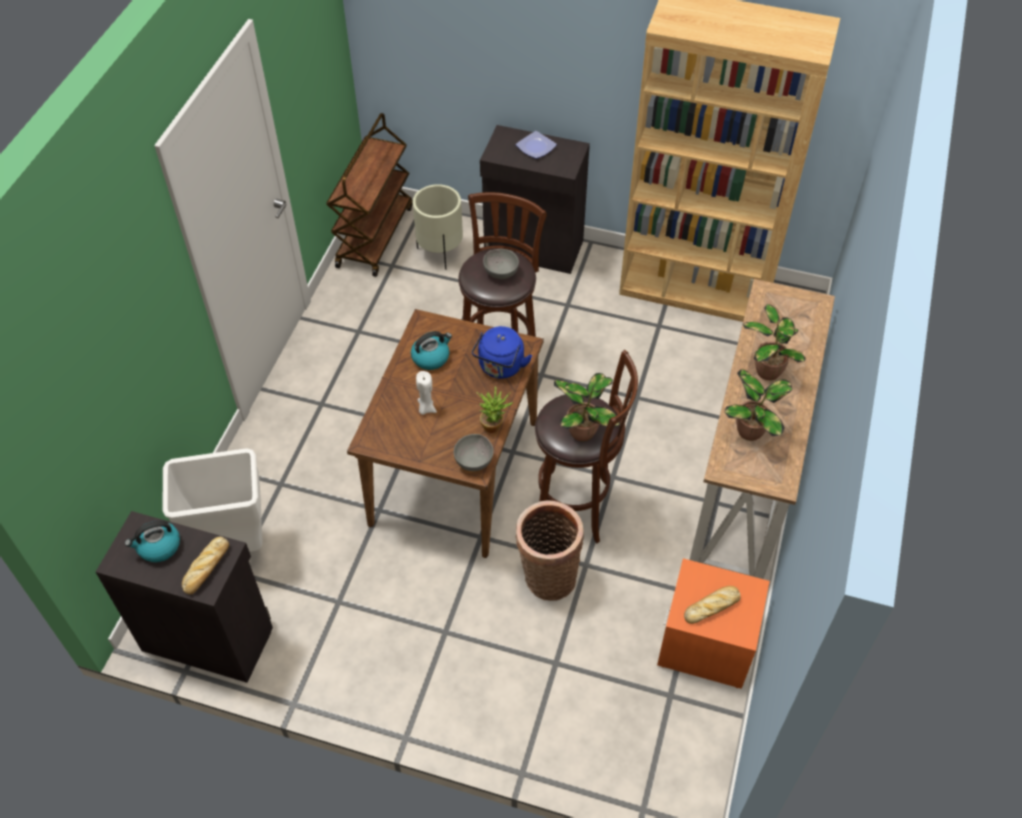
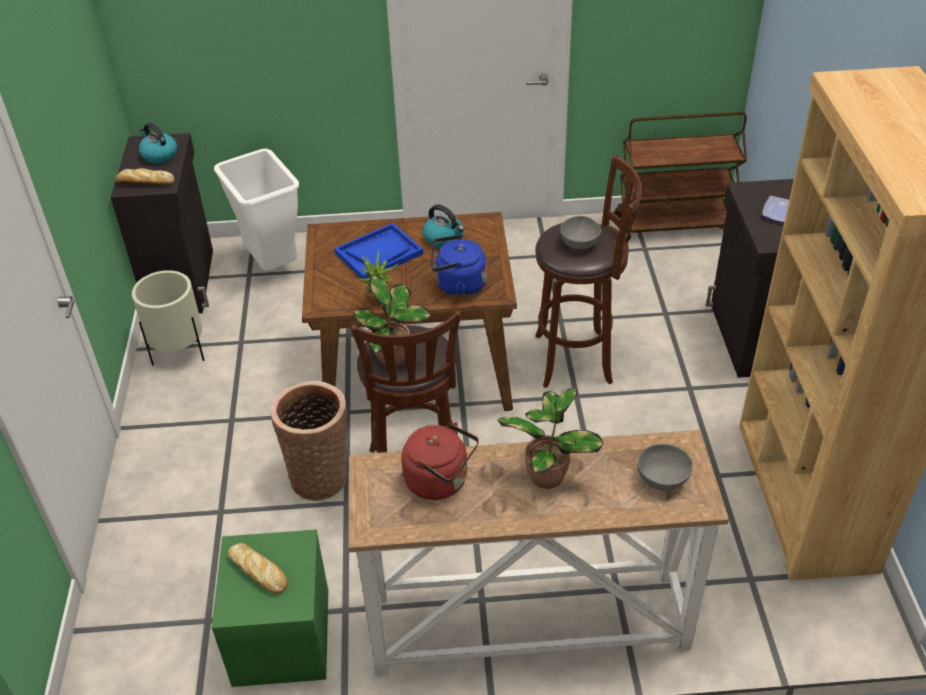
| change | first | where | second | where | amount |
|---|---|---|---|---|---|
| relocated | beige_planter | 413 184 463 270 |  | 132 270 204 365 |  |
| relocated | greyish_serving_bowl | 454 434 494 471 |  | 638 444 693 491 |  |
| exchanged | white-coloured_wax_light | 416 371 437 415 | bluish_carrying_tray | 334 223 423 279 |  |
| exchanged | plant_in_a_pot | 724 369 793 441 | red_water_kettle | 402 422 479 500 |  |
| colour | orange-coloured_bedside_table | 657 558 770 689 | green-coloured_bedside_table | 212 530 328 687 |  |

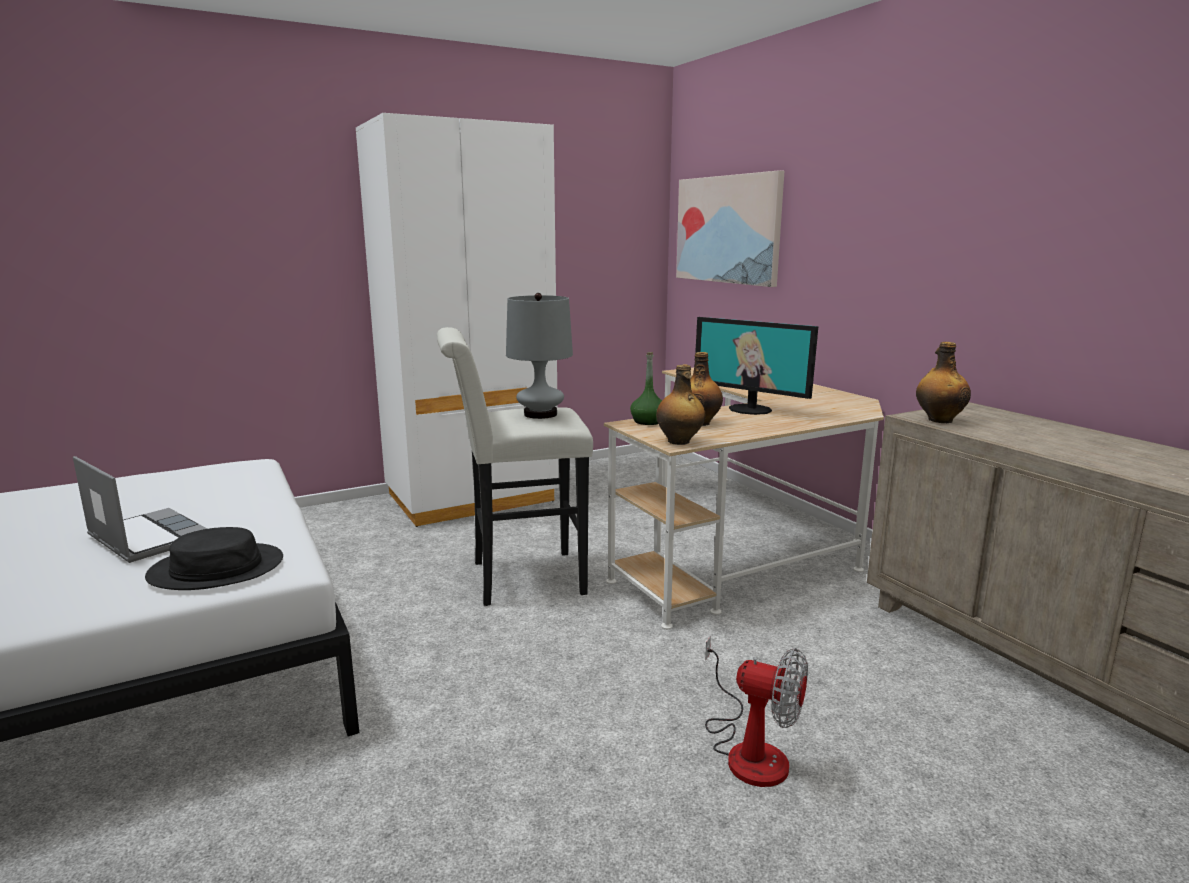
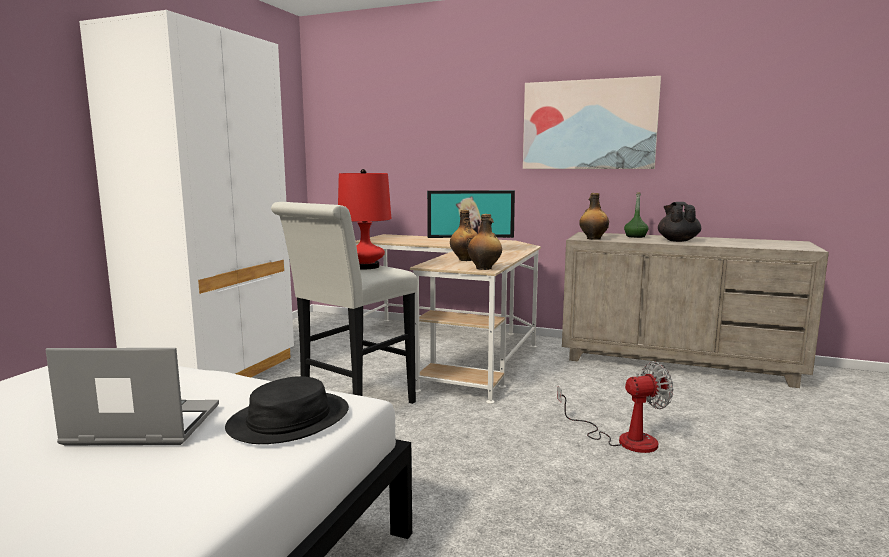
| change | first | where | second | where | amount |
|---|---|---|---|---|---|
| appeared |  |  | black-coloured_tea_pot | 658 202 701 242 |  |
| relocated | green-coloured_bottle | 630 352 662 425 |  | 624 192 649 238 |  |
| relocated | wall_picture | 676 170 784 287 |  | 523 76 661 169 |  |
| colour | greyish_lamp_for_a_table | 506 293 573 419 | red_lamp_for_a_table | 338 169 391 269 |  |

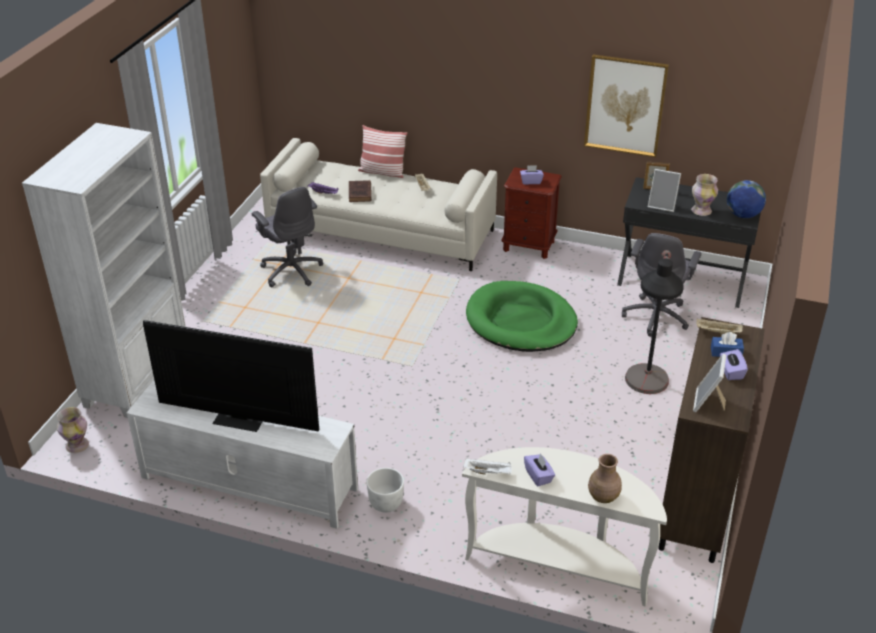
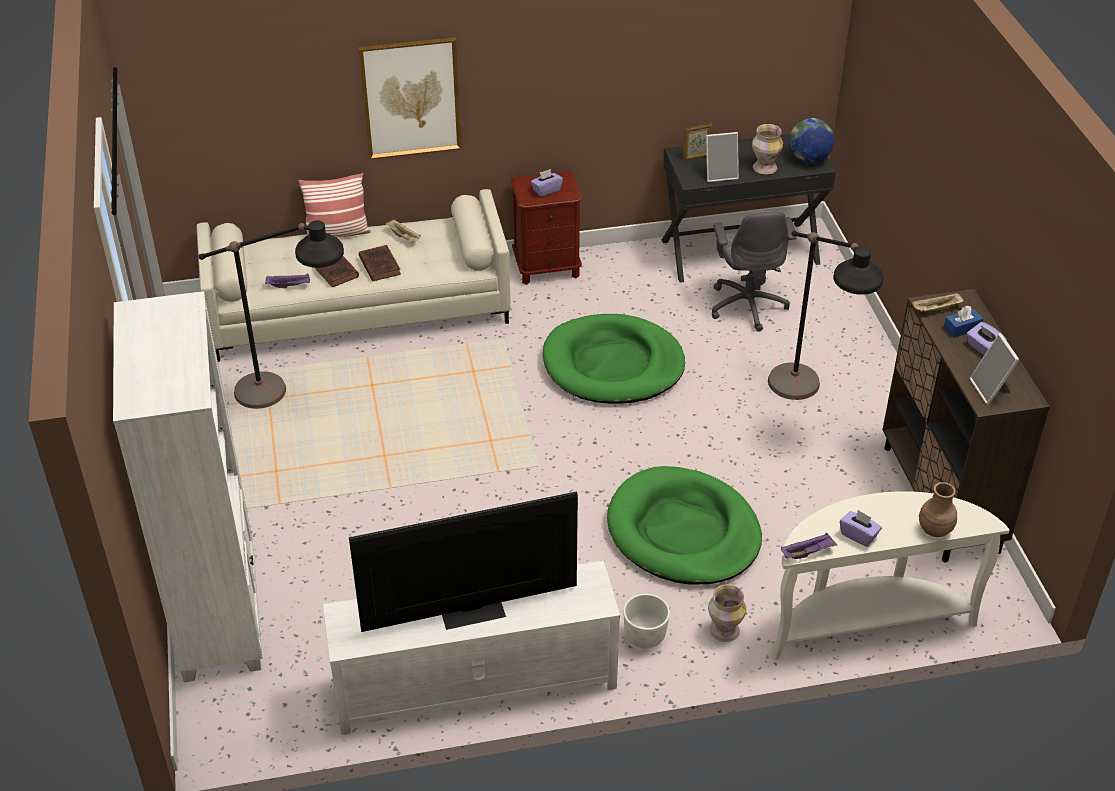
| change | first | where | second | where | amount |
|---|---|---|---|---|---|
| appeared |  |  | brown-coloured_book | 359 245 401 281 |  |
| appeared |  |  | green-coloured_dog_cushion | 607 466 762 585 |  |
| relocated | vase | 57 407 89 453 |  | 708 584 746 642 |  |
| relocated | wall_picture | 584 54 669 157 |  | 359 37 461 160 |  |
| exchanged | greyish_office_chair | 252 187 323 287 | black-coloured_floor_lamp | 199 220 344 409 |  |
| colour | white-coloured_carrying_tray | 463 458 512 475 | purple-coloured_carrying_tray | 781 533 837 559 |  |

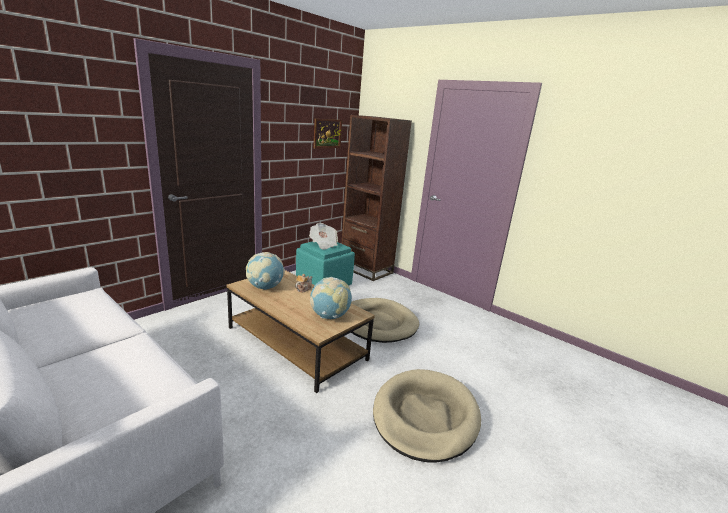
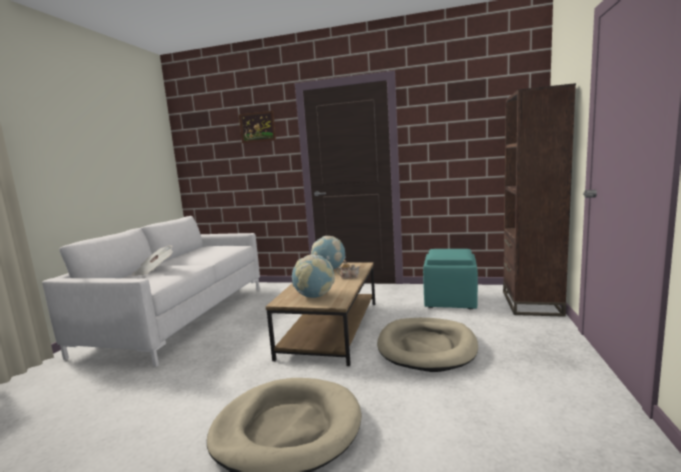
| change | first | where | second | where | amount |
|---|---|---|---|---|---|
| relocated | printed_paper | 309 223 338 250 |  | 132 245 173 276 |  |
| relocated | wall_picture | 313 119 342 148 |  | 239 111 276 143 |  |

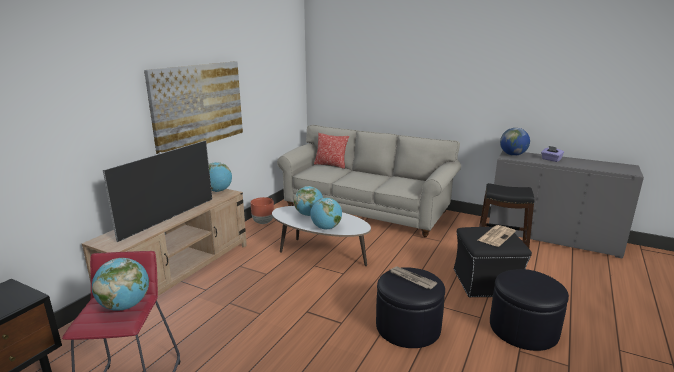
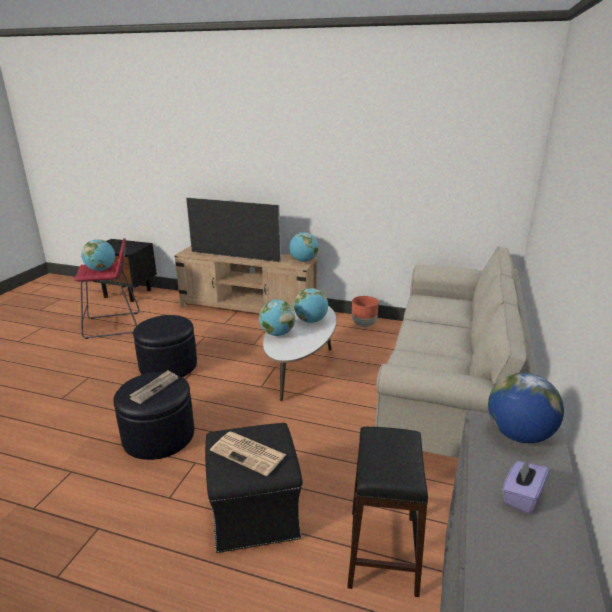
| change | first | where | second | where | amount |
|---|---|---|---|---|---|
| missing | wall_picture | 144 61 243 154 |  |  |  |
| missing | throw_pillow | 314 133 349 169 |  |  |  |
| relocated | black-coloured_footrest | 490 269 569 351 |  | 133 315 197 377 |  |

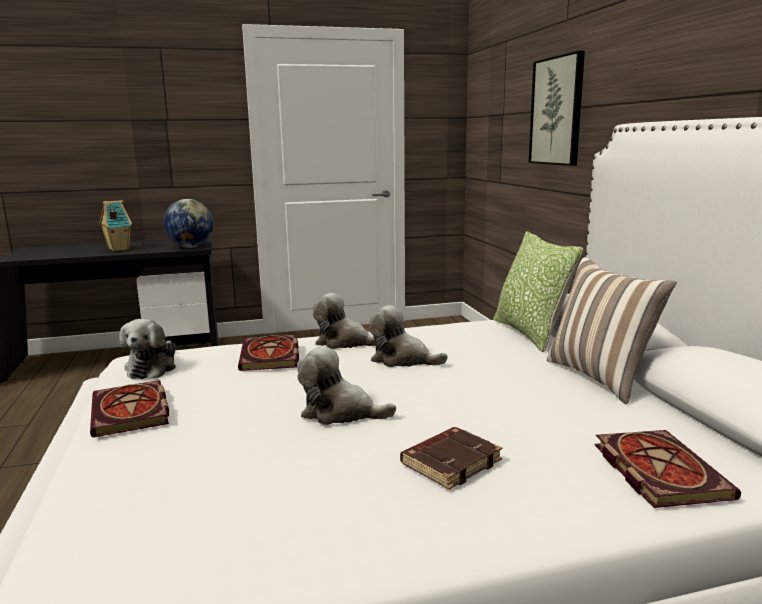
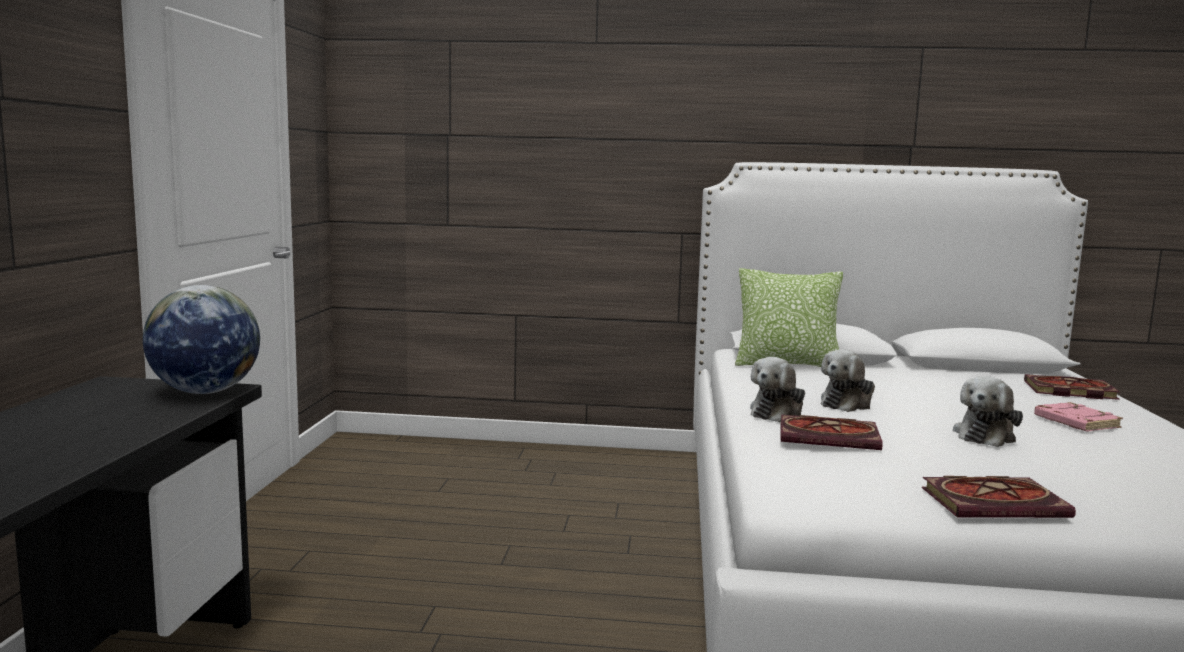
| change | first | where | second | where | amount |
|---|---|---|---|---|---|
| missing | miniature_house | 99 200 132 251 |  |  |  |
| missing | cuddly_toy | 120 319 176 379 |  |  |  |
| missing | wall_picture | 529 51 585 166 |  |  |  |
| missing | throw_pillow | 547 257 677 404 |  |  |  |
| colour | brown-coloured_book | 400 427 502 490 | pink-coloured_book | 1034 402 1123 431 |  |

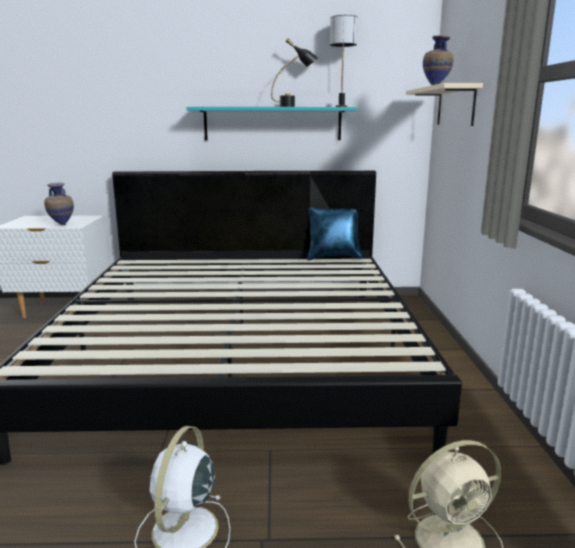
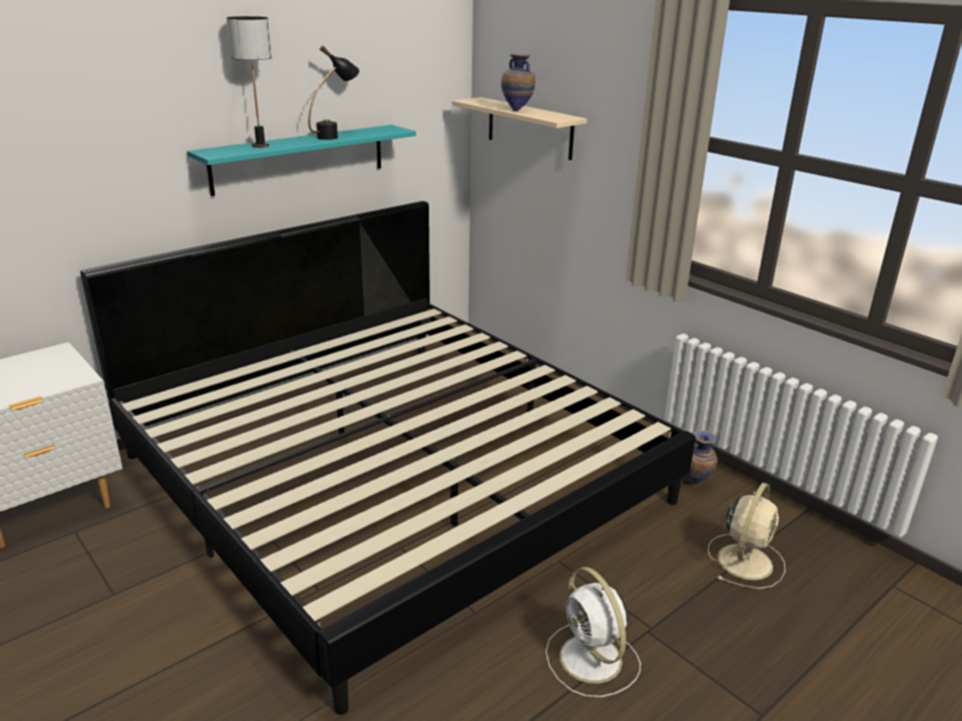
| change | first | where | second | where | amount |
|---|---|---|---|---|---|
| missing | bluish_throw_pillow | 307 208 363 260 |  |  |  |
| relocated | vase | 44 182 74 225 |  | 684 430 717 483 |  |
| relocated | lamp_for_a_table | 330 15 358 107 |  | 226 16 272 148 |  |

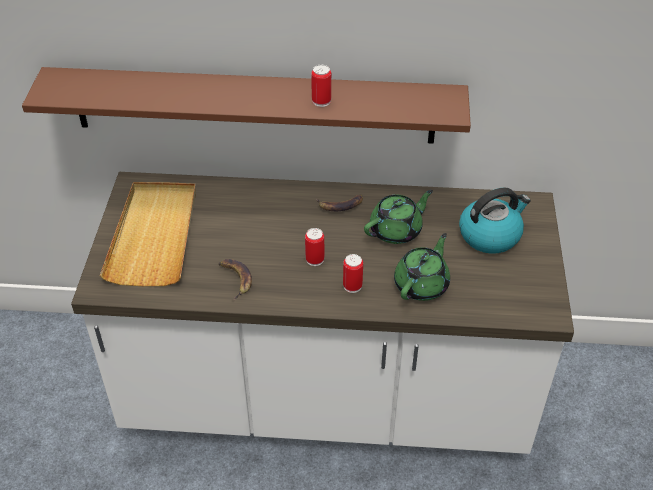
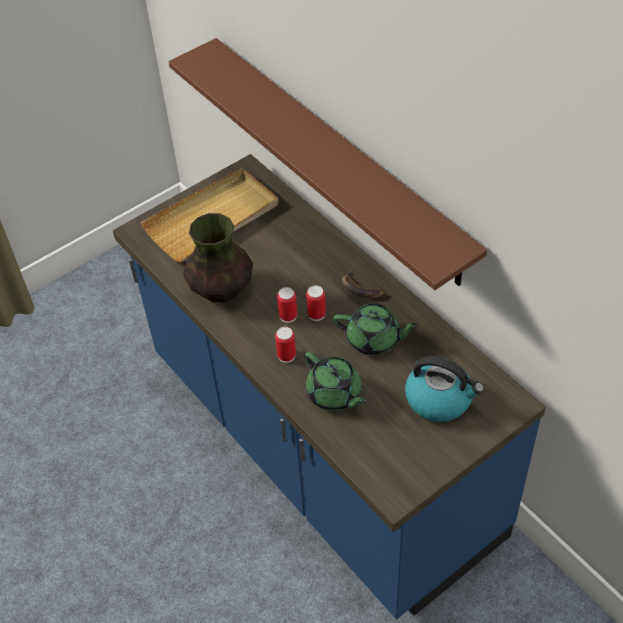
| change | first | where | second | where | amount |
|---|---|---|---|---|---|
| relocated | metal_can | 311 65 331 107 |  | 306 285 326 321 |  |
| exchanged | whole_banana | 218 259 252 300 | vase | 183 213 253 302 |  |
| colour | white-coloured_kitchen_counter | 71 172 574 454 | bluish_kitchen_counter | 113 154 546 619 |  |
| spun | green-coloured_tea_pot | 394 233 450 301 |  | 305 352 367 411 | 60 degrees clockwise |

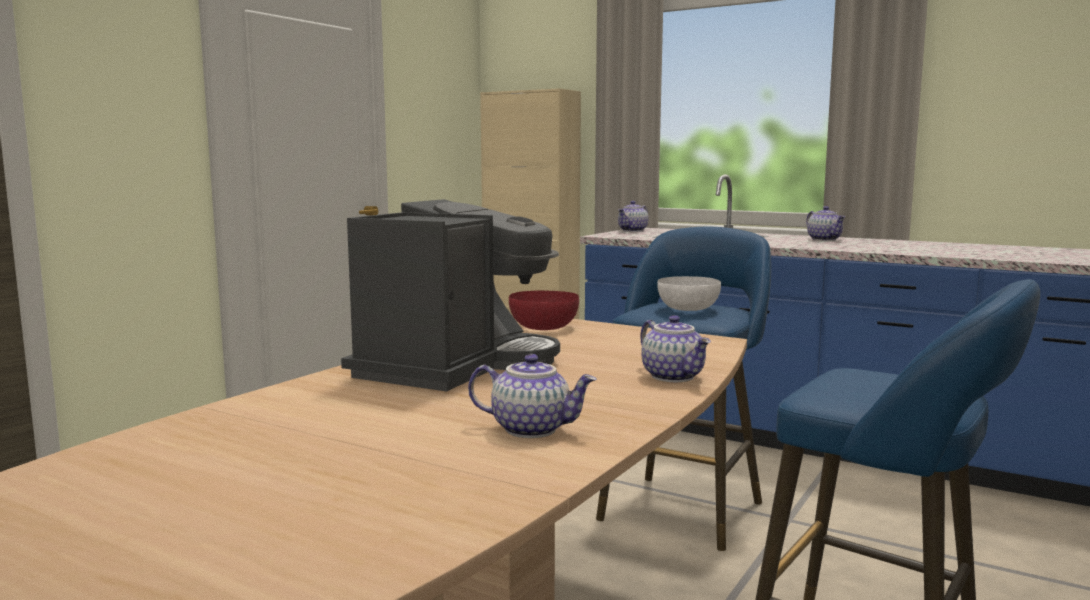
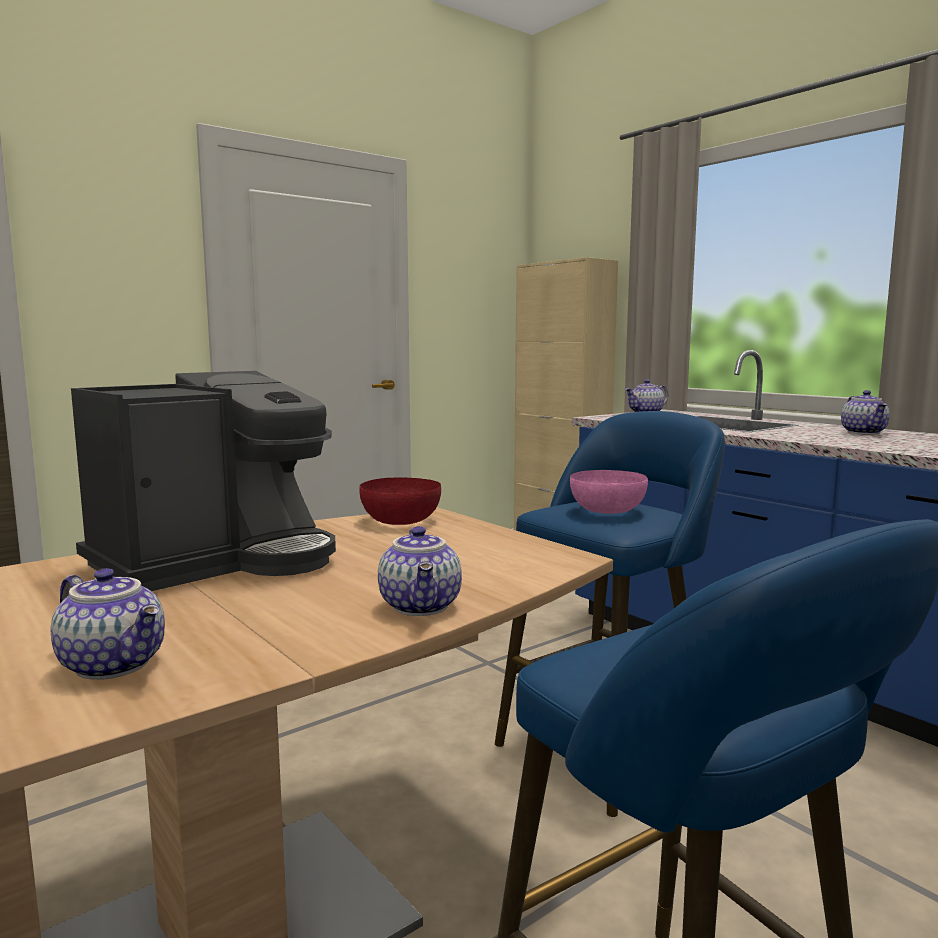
| change | first | where | second | where | amount |
|---|---|---|---|---|---|
| colour | white-coloured_serving_bowl | 657 276 721 311 | pink-coloured_serving_bowl | 570 470 648 514 |  |

